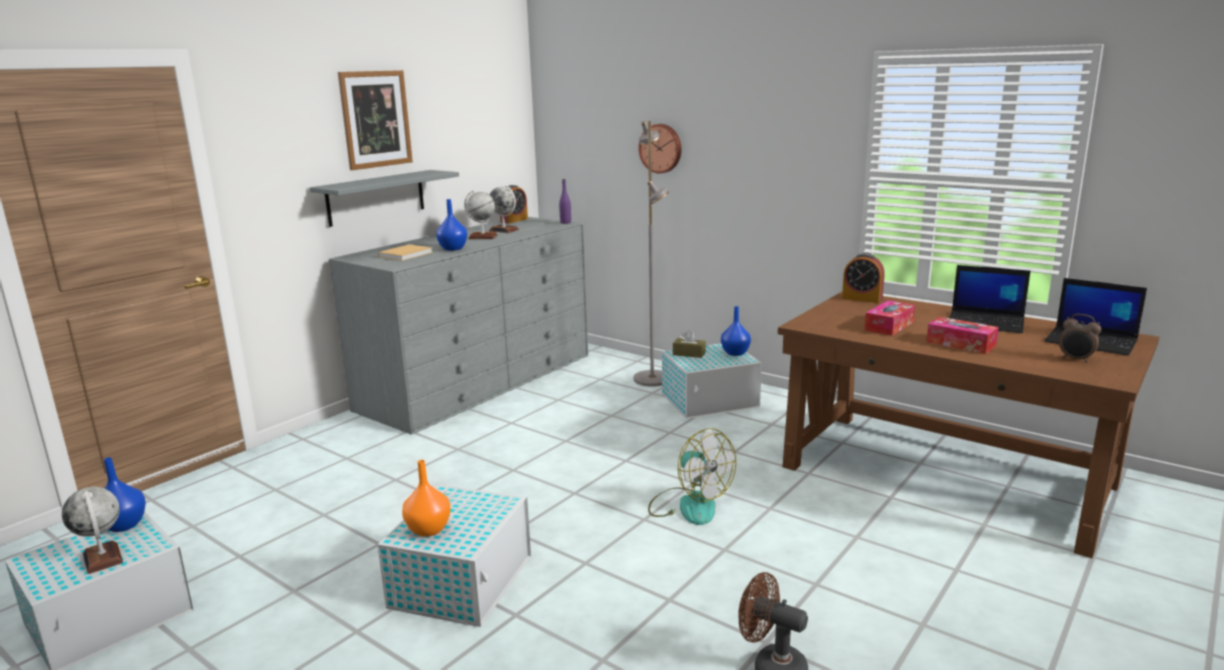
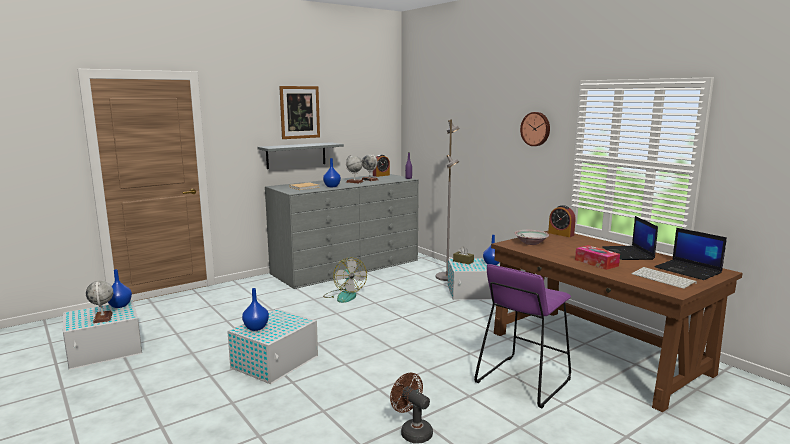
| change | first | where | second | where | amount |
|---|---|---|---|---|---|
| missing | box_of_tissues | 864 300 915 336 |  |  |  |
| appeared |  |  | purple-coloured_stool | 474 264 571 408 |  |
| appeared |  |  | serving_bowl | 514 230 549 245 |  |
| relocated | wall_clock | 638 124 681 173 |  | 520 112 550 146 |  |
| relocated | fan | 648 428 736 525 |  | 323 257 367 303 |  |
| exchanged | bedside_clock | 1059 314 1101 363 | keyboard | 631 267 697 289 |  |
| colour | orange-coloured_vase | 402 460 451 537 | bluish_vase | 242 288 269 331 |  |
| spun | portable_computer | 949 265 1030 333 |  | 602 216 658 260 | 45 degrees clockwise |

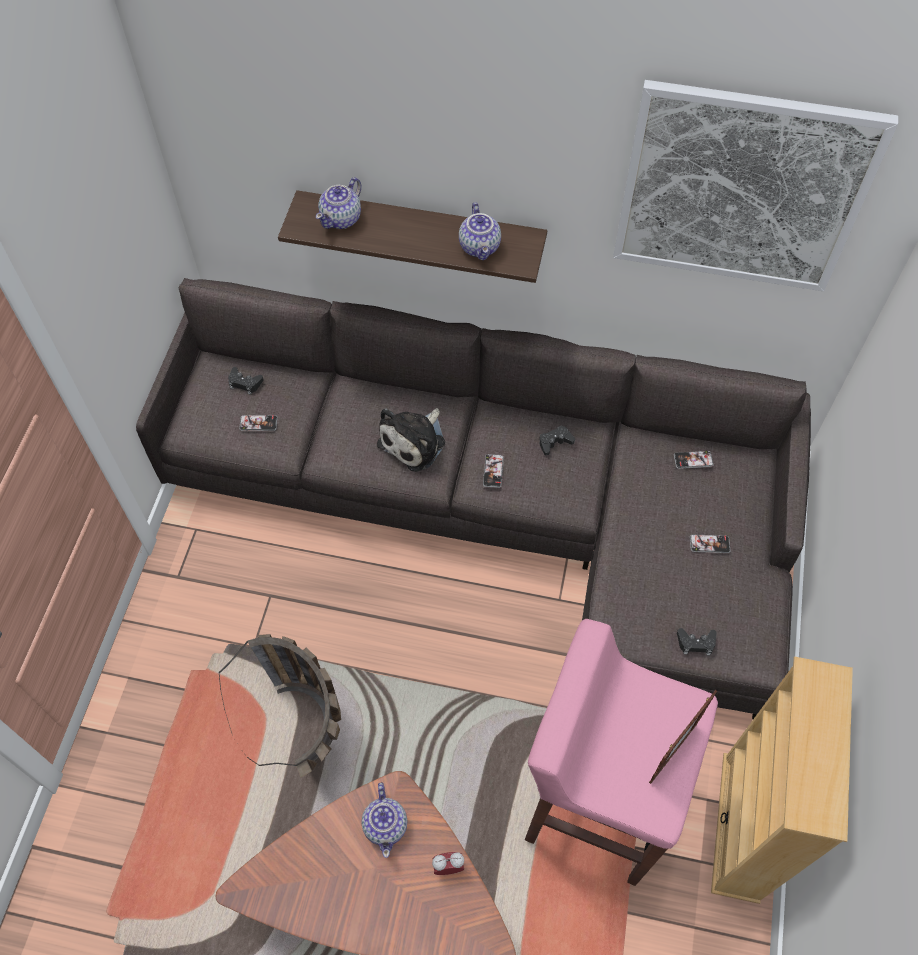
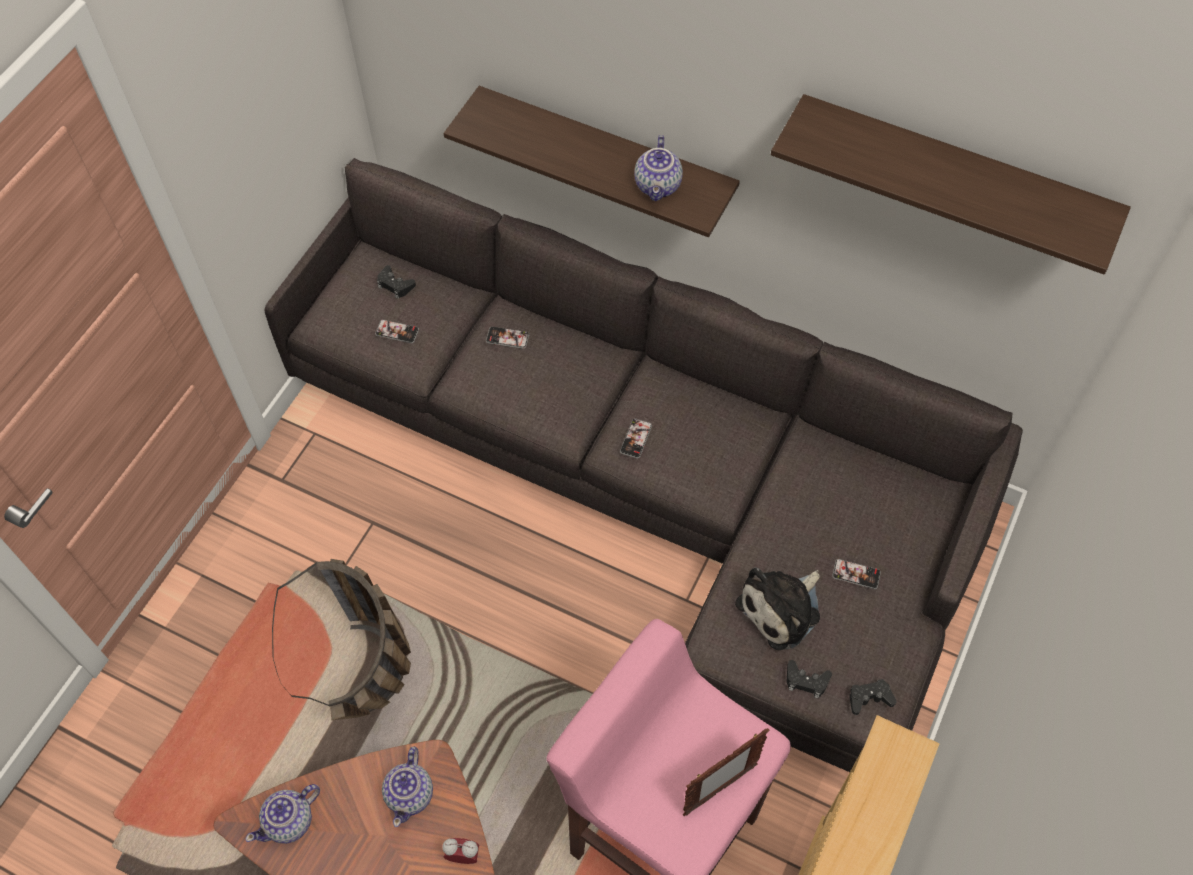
| change | first | where | second | where | amount |
|---|---|---|---|---|---|
| relocated | tea_pot | 316 178 362 229 |  | 246 784 320 844 |  |
| relocated | cuddly_toy | 377 408 445 472 |  | 735 568 820 650 |  |
| relocated | black-coloured_joypad | 539 425 575 456 |  | 849 679 896 715 |  |
| relocated | phone | 674 451 713 469 |  | 486 327 529 349 |  |
| exchanged | wall_picture | 613 80 898 291 | shelf | 771 94 1131 274 |  |

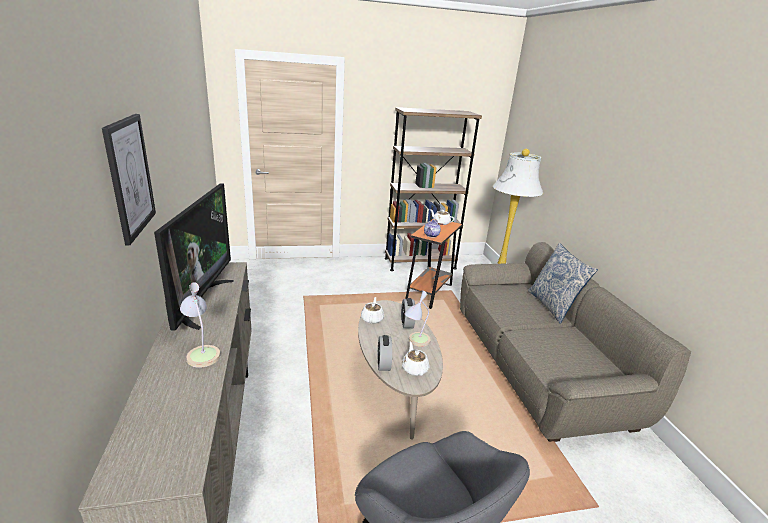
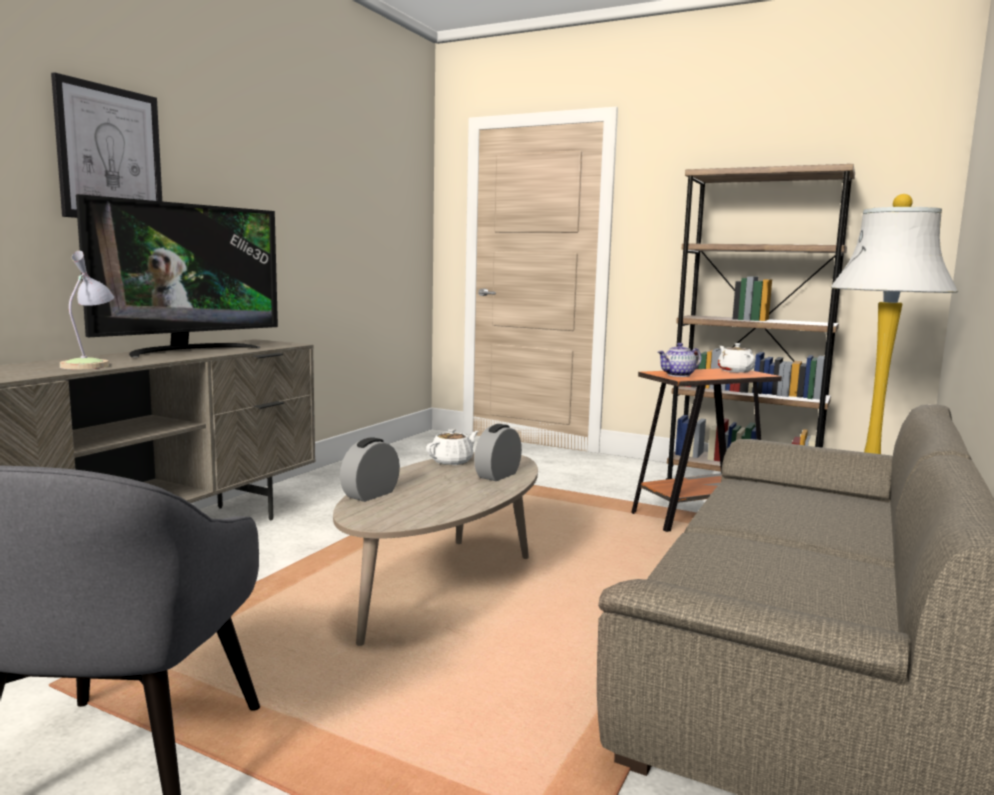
| change | first | where | second | where | amount |
|---|---|---|---|---|---|
| missing | white-coloured_tea_pot | 402 342 429 376 |  |  |  |
| missing | lamp_for_a_table | 404 290 431 347 |  |  |  |
| missing | throw_pillow | 528 243 598 324 |  |  |  |

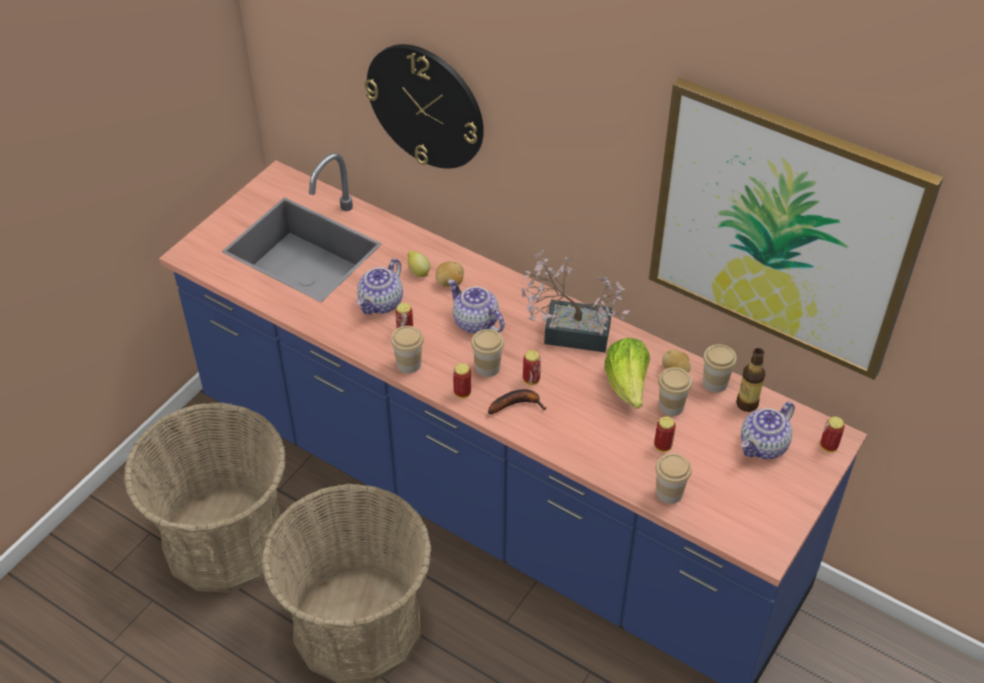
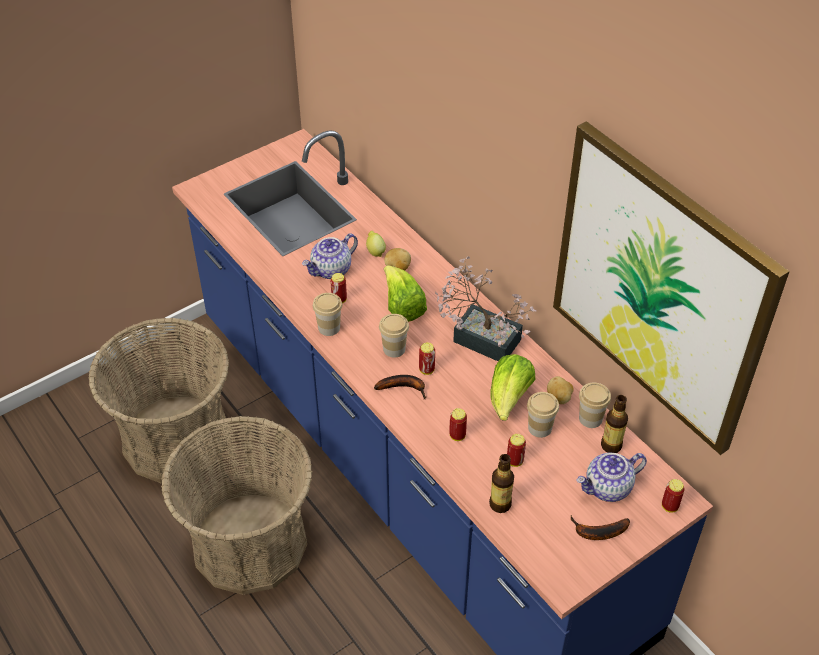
| change | first | where | second | where | amount |
|---|---|---|---|---|---|
| missing | wall_clock | 365 44 484 169 |  |  |  |
| appeared |  |  | whole_banana | 571 515 630 540 |  |
| relocated | metal_can | 453 363 471 398 |  | 449 408 467 441 |  |
| exchanged | tea_pot | 448 279 505 334 | lettuce_head | 384 265 427 322 |  |
| exchanged | cup | 656 453 692 504 | bottle | 489 454 514 513 |  |

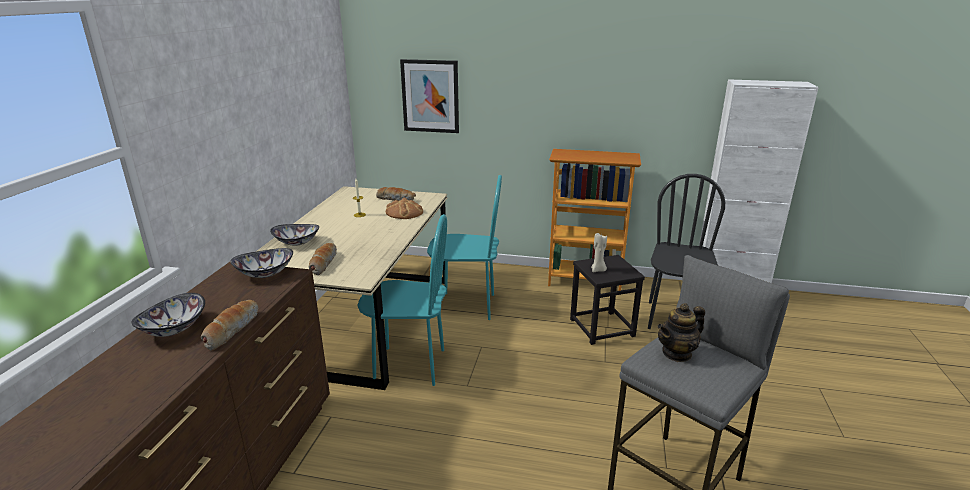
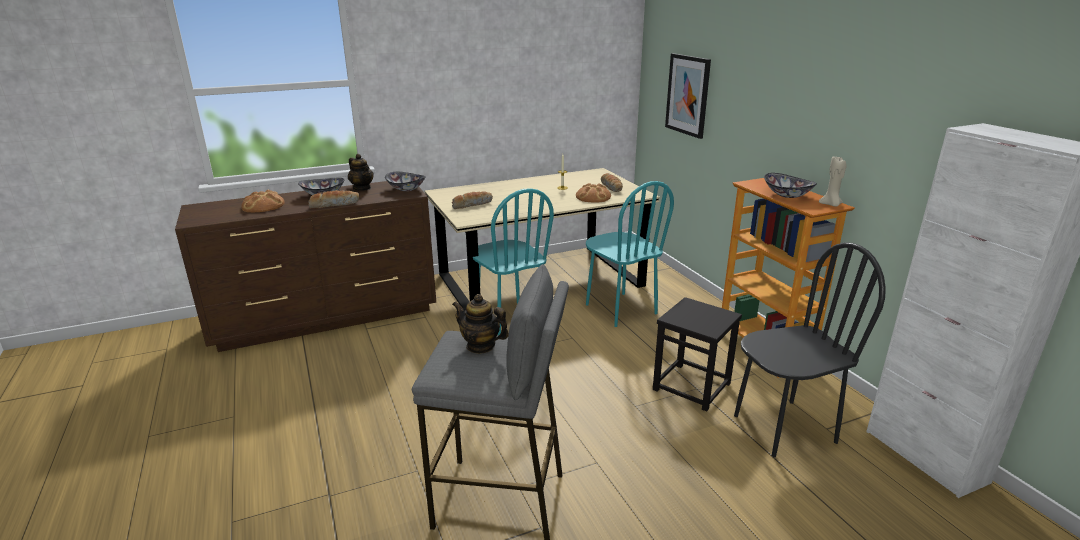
| change | first | where | second | where | amount |
|---|---|---|---|---|---|
| appeared |  |  | baked_bread | 241 190 285 212 |  |
| appeared |  |  | tea_pot | 348 154 374 191 |  |
| relocated | serving_bowl | 270 224 319 246 |  | 764 173 817 198 |  |
| relocated | beige_wax_light | 591 233 607 272 |  | 819 156 847 206 |  |

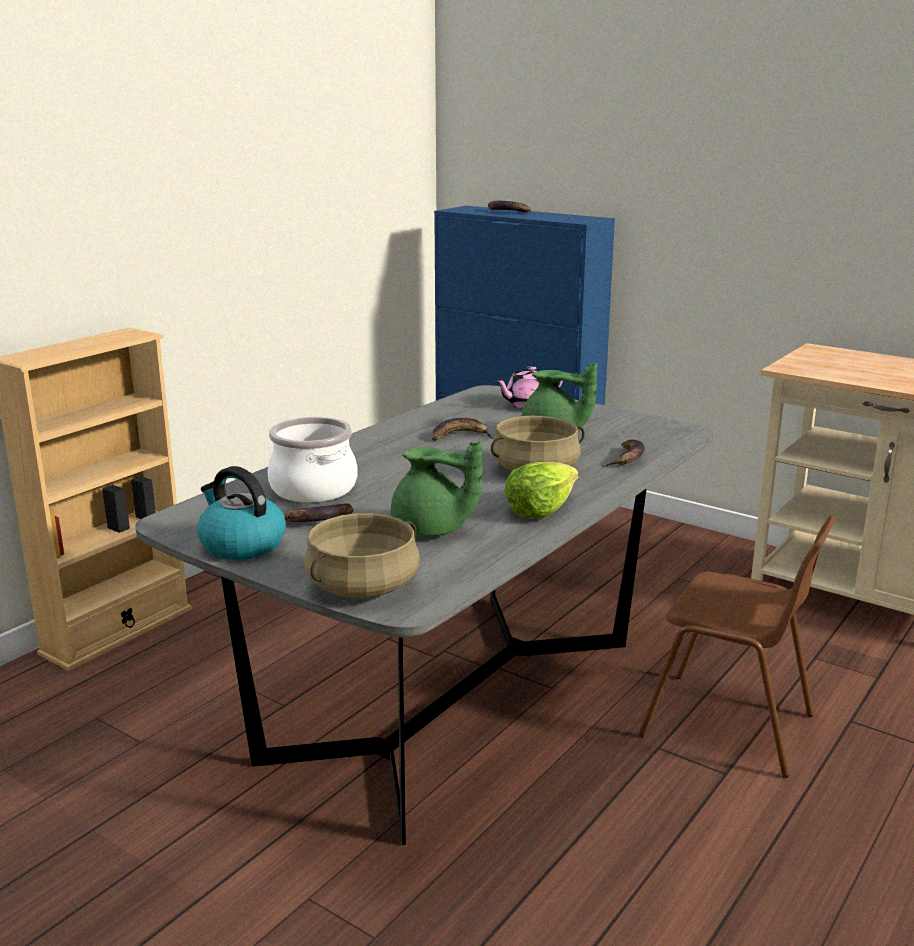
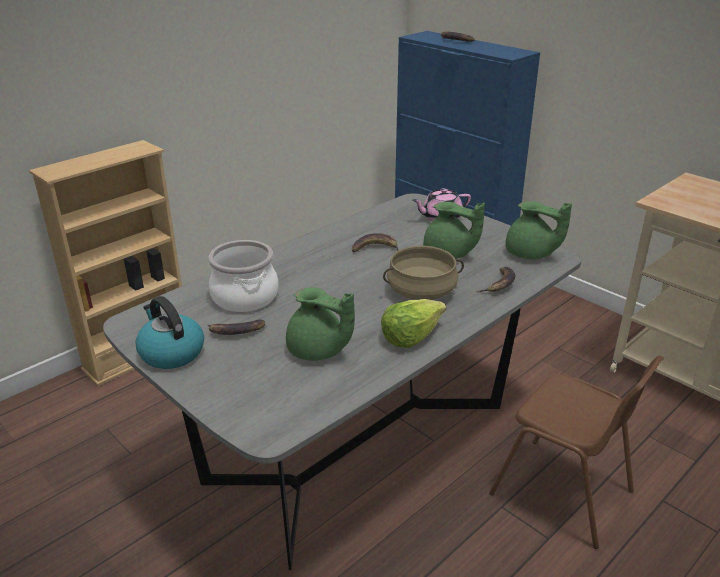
| change | first | where | second | where | amount |
|---|---|---|---|---|---|
| missing | beige_stockpot | 304 513 419 598 |  |  |  |
| appeared |  |  | green-coloured_tea_pot | 506 201 572 259 |  |

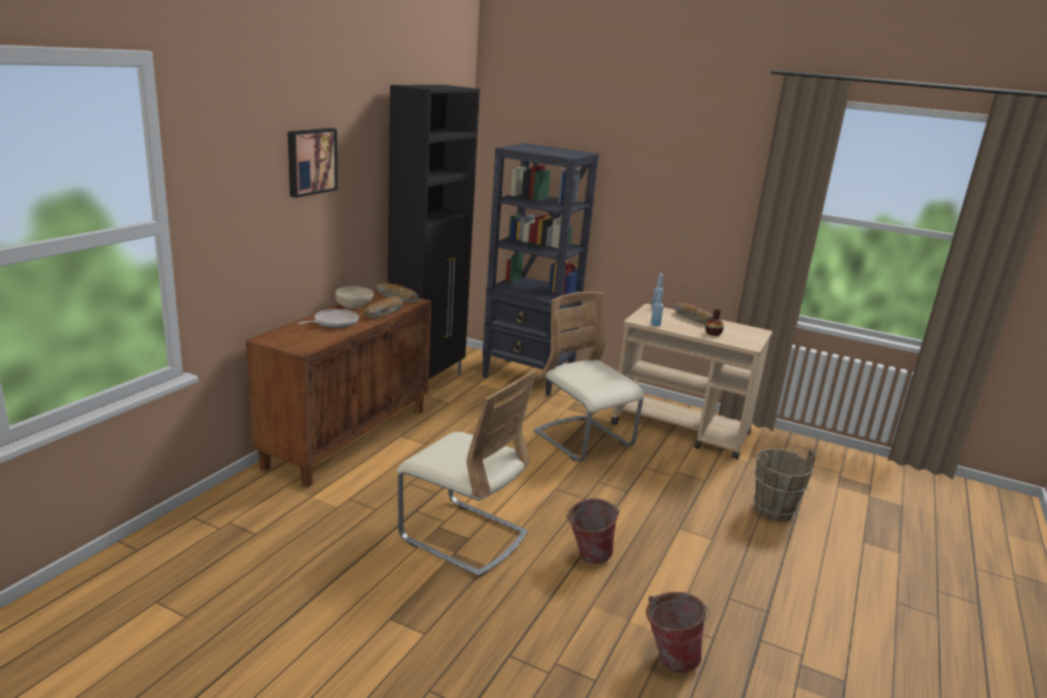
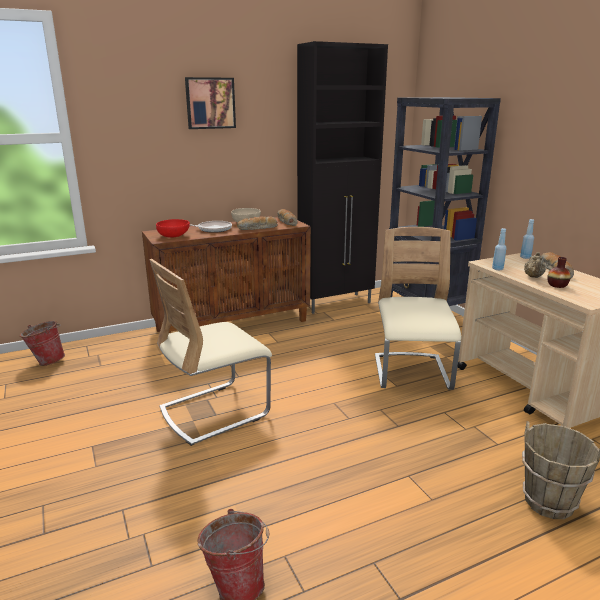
| change | first | where | second | where | amount |
|---|---|---|---|---|---|
| appeared |  |  | red_serving_bowl | 156 219 190 237 |  |
| appeared |  |  | beige_tea_pot | 524 252 546 278 |  |
| relocated | bucket | 566 498 619 564 |  | 20 321 65 366 |  |
| spun | beige_plain_chair | 397 370 536 577 |  | 149 259 272 446 | 75 degrees clockwise |

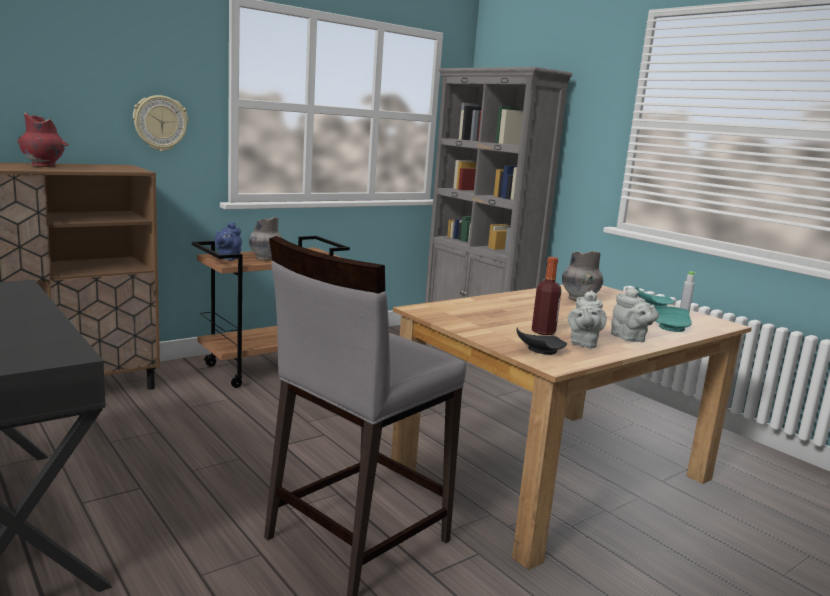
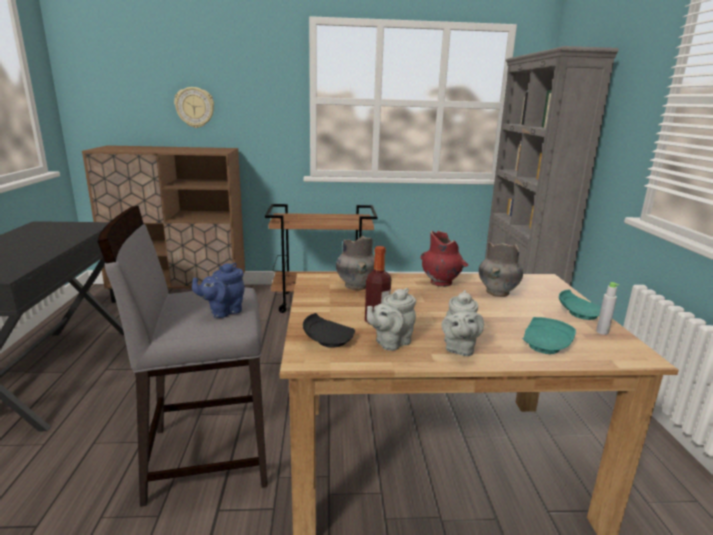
| change | first | where | second | where | amount |
|---|---|---|---|---|---|
| relocated | red_vase | 17 112 69 167 |  | 420 231 468 287 |  |
| relocated | wall_clock | 133 95 188 151 |  | 174 87 214 128 |  |
| relocated | bluish_tea_pot | 215 223 242 261 |  | 192 263 245 318 |  |
| relocated | greyish_vase | 249 217 282 261 |  | 336 236 375 290 |  |

